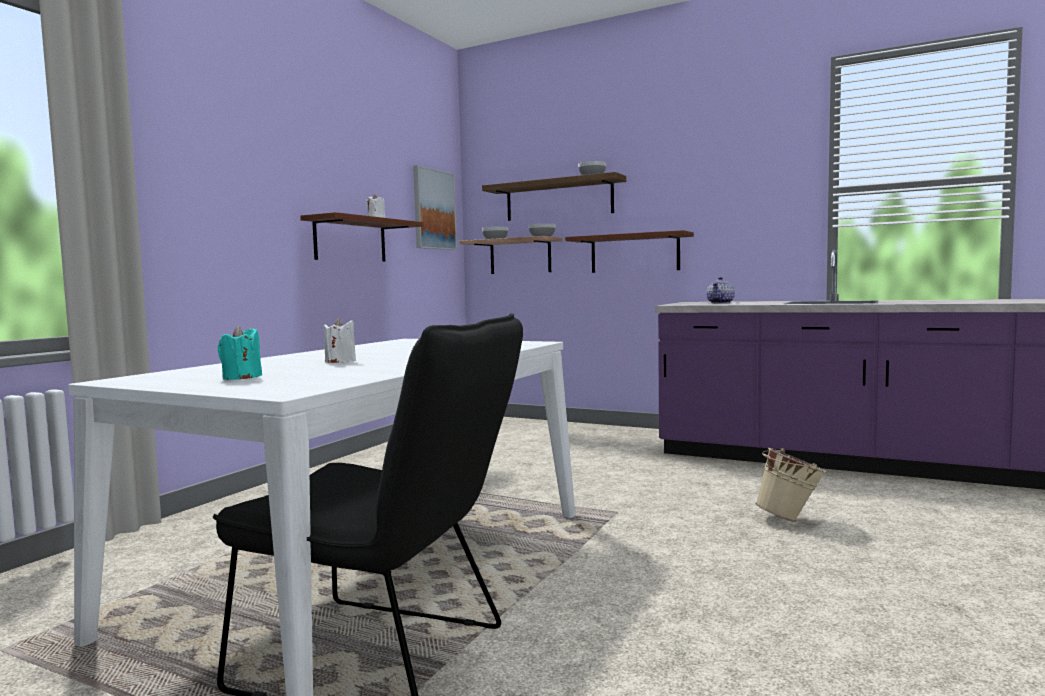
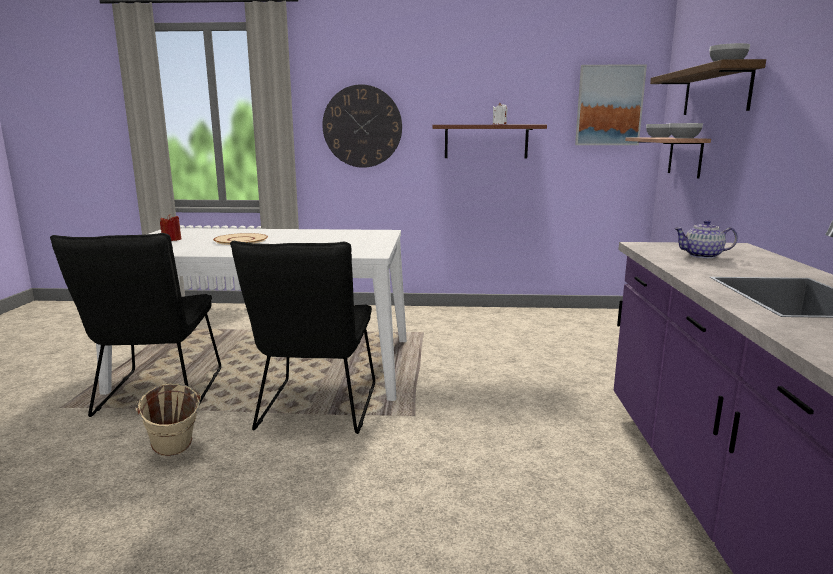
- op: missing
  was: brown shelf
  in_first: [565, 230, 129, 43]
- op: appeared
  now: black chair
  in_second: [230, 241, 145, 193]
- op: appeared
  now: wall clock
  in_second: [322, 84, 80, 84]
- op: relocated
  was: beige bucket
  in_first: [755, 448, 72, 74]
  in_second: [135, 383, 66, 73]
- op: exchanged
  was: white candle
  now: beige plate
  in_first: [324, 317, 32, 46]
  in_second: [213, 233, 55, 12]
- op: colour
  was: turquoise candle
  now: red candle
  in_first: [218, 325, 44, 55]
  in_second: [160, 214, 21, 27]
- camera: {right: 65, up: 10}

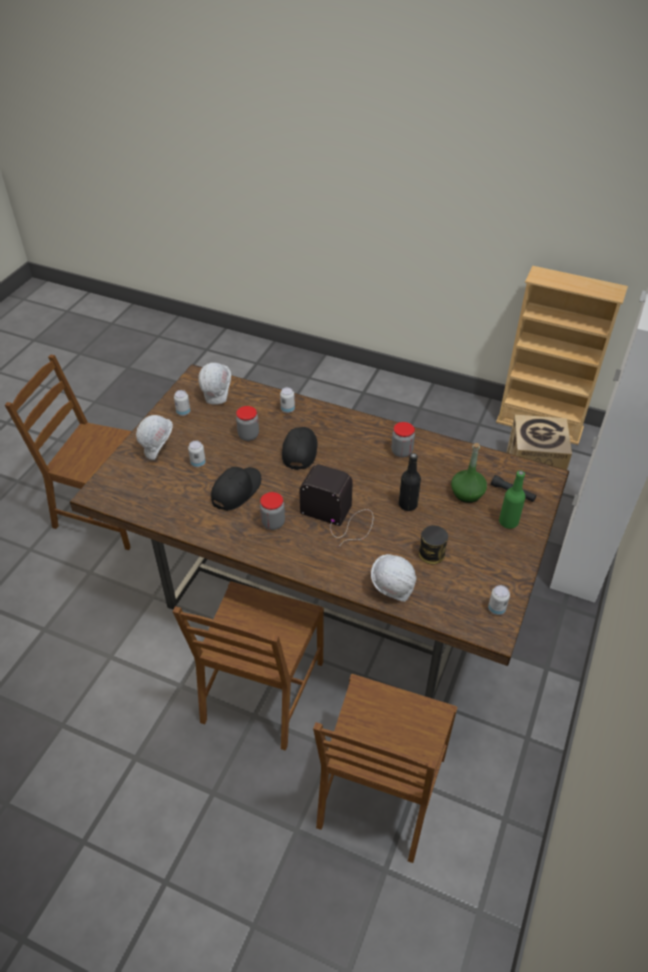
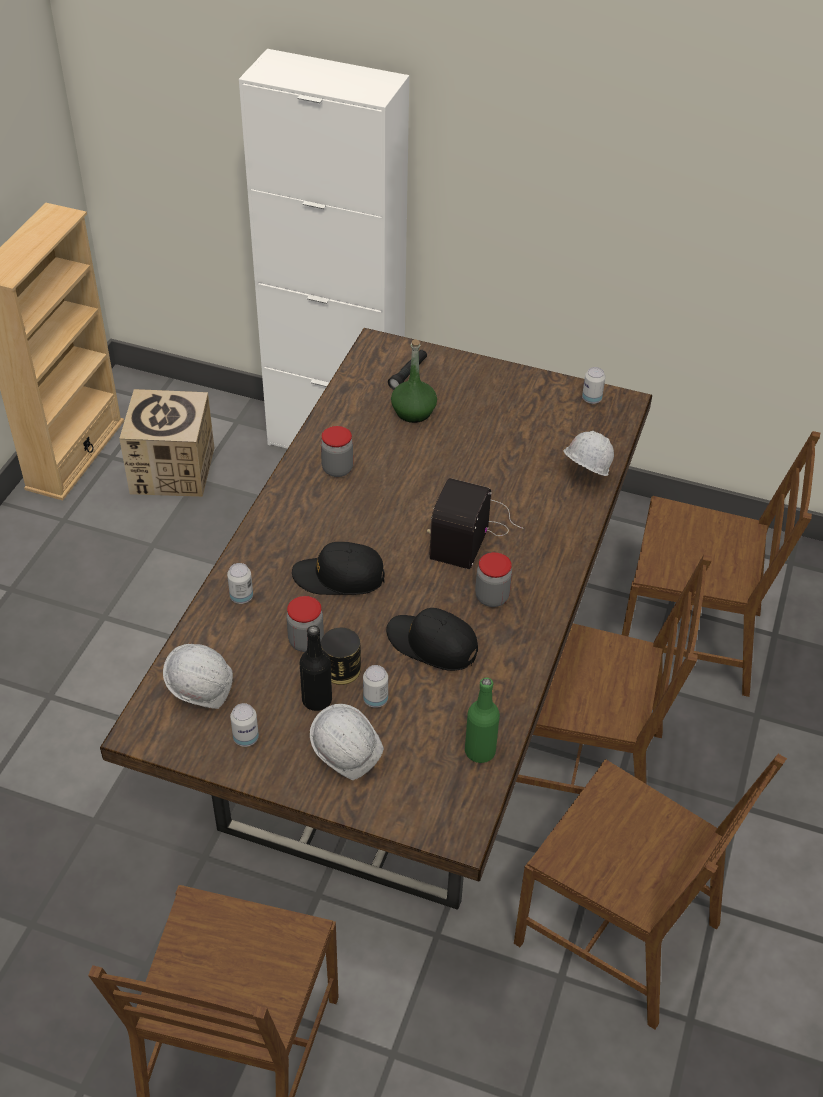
- op: appeared
  now: brown chair
  in_second: [514, 754, 273, 276]
- op: relocated
  was: black bottle
  in_first: [399, 453, 22, 58]
  in_second: [300, 626, 32, 85]
- op: relocated
  was: can
  in_first: [419, 525, 29, 39]
  in_second: [321, 628, 40, 57]
- op: relocated
  was: green bottle
  in_first: [499, 470, 26, 59]
  in_second: [465, 678, 35, 85]
- camera: {right: -95, up: 0}

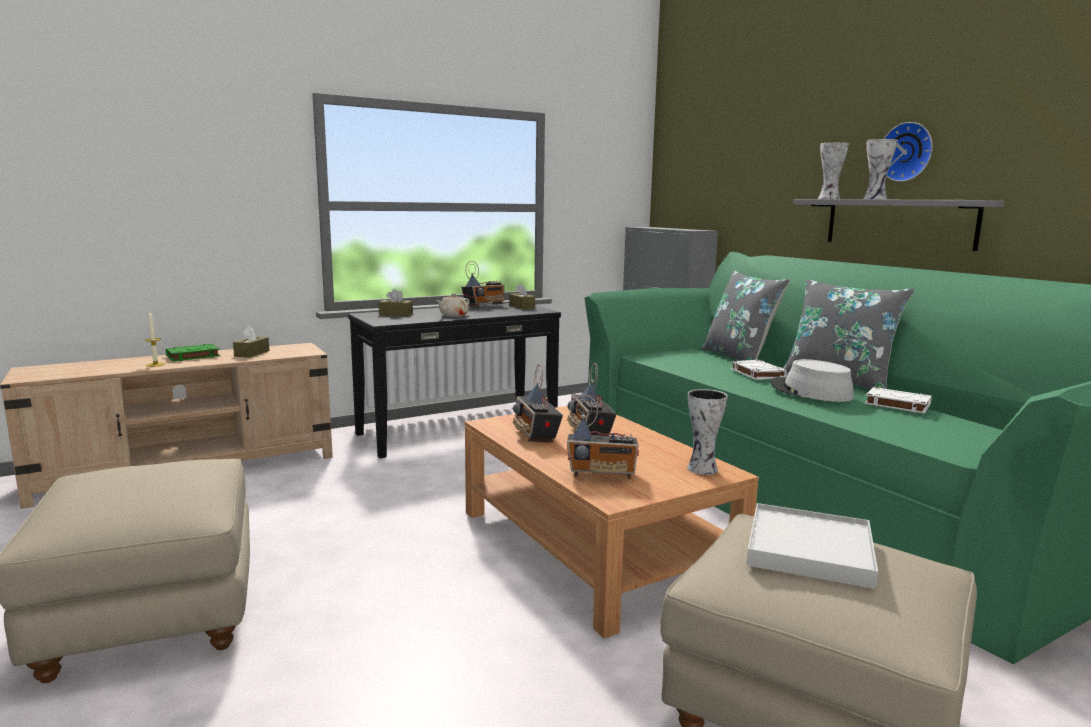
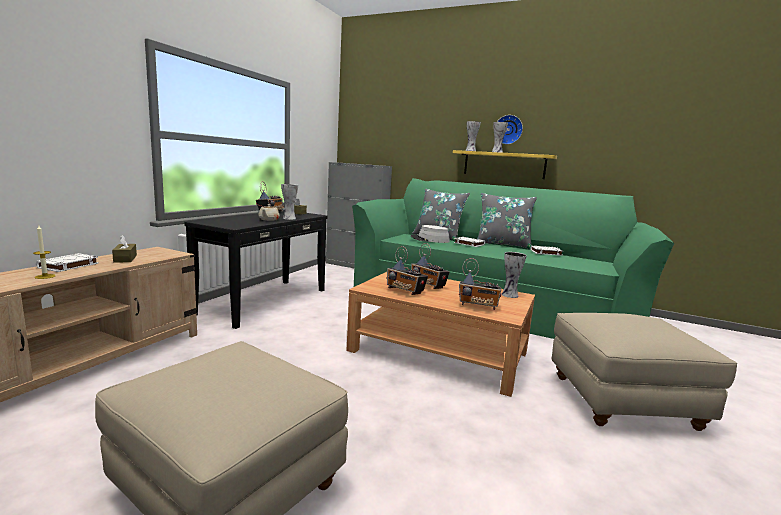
- op: missing
  was: brown tissue box
  in_first: [378, 289, 35, 27]
- op: missing
  was: white tray
  in_first: [747, 503, 131, 86]
- op: appeared
  now: vase
  in_second: [281, 184, 17, 36]
- op: relocated
  was: grey hat
  in_first: [770, 359, 84, 43]
  in_second: [411, 225, 39, 18]
- op: colour
  was: green book
  now: white book
  in_first: [166, 344, 54, 17]
  in_second: [36, 253, 63, 19]
- op: colour
  was: grey shelf
  now: yellow shelf
  in_first: [793, 199, 211, 52]
  in_second: [453, 150, 104, 29]
- op: spun
  was: radio
  in_first: [567, 394, 72, 85]
  in_second: [459, 258, 42, 52]
  clockwise: 45
- camera: {right: -35, up: 0}

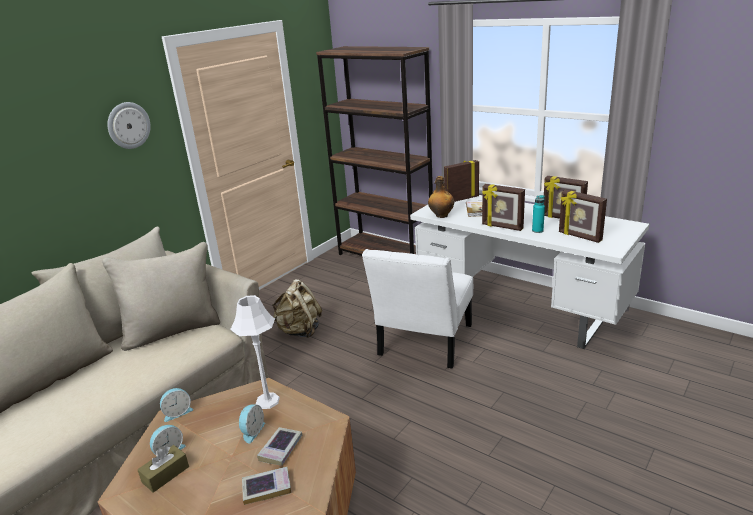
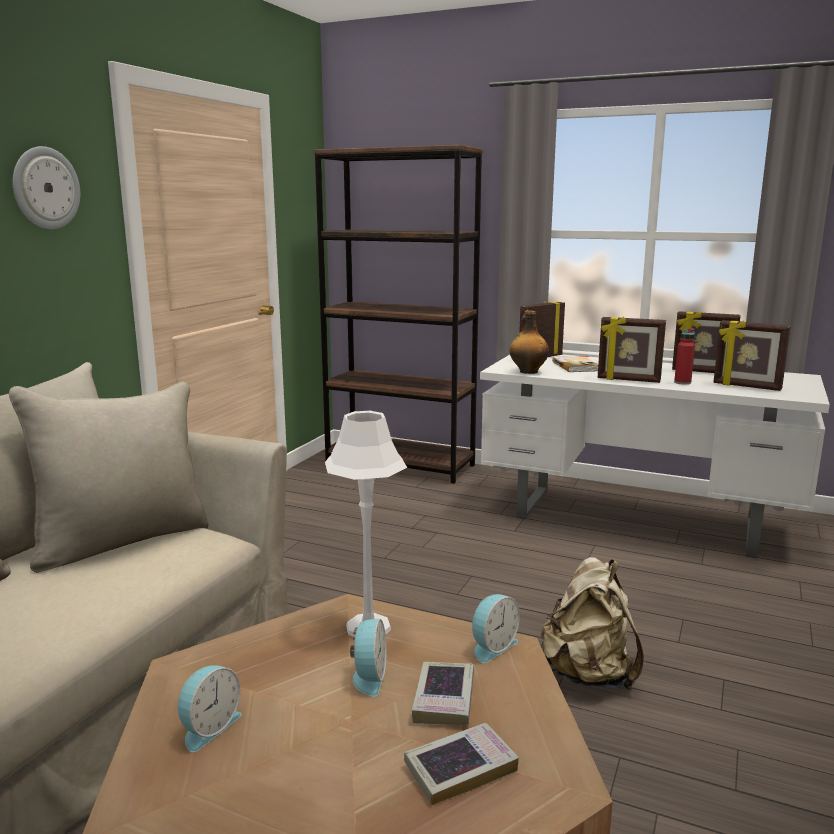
- op: missing
  was: brown tissue box
  in_first: [137, 445, 52, 48]
- op: missing
  was: white chair
  in_first: [362, 249, 111, 119]
- op: relocated
  was: alarm clock
  in_first: [160, 388, 33, 34]
  in_second: [472, 594, 48, 69]
- op: relocated
  was: beige backpack
  in_first: [272, 279, 50, 59]
  in_second: [541, 557, 103, 133]
- op: colour
  was: turquoise bottle
  now: red bottle
  in_first: [532, 195, 13, 38]
  in_second: [674, 329, 21, 56]
- camera: {right: -15, up: -10}

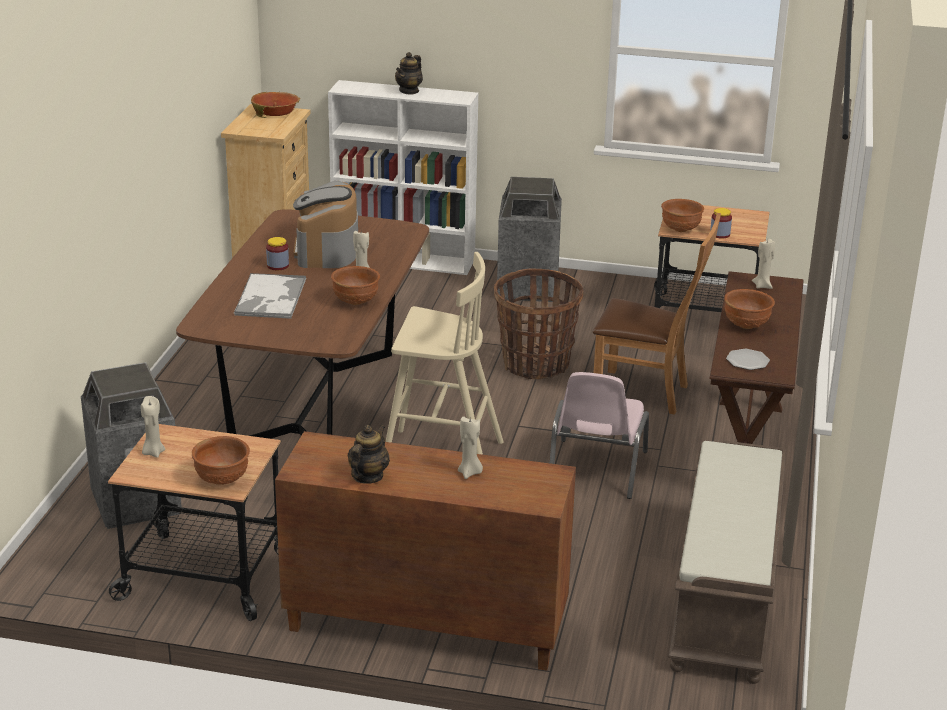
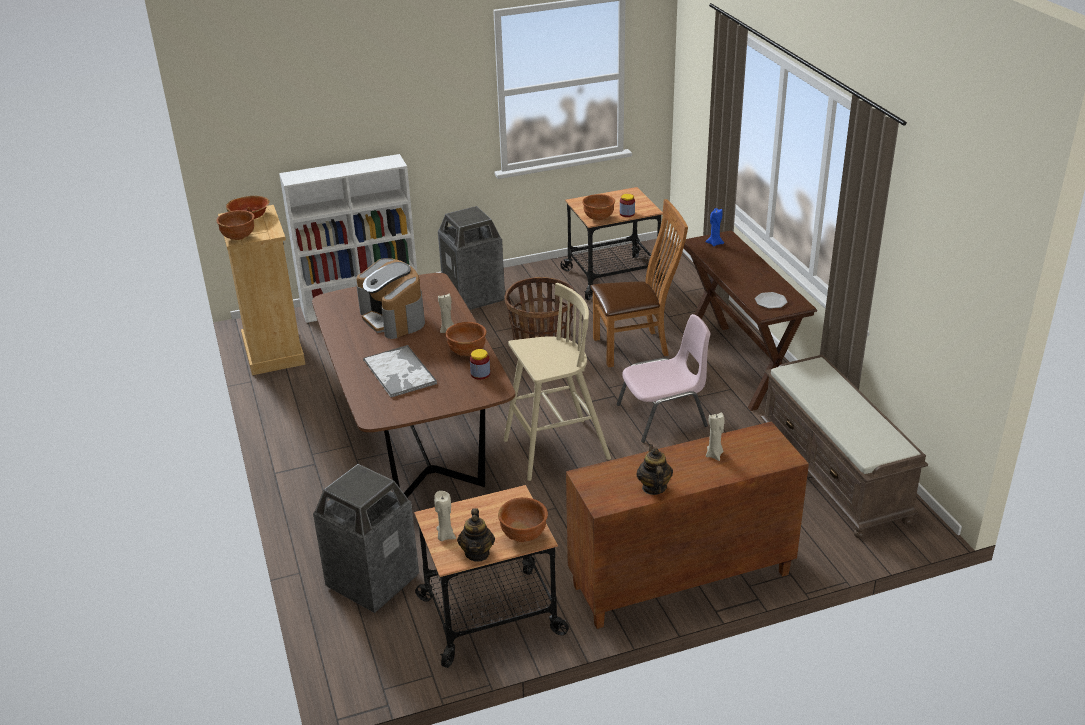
- op: relocated
  was: jar
  in_first: [266, 237, 23, 33]
  in_second: [470, 349, 20, 31]
- op: relocated
  was: teapot
  in_first: [395, 52, 28, 43]
  in_second: [457, 508, 38, 54]
- op: relocated
  was: brown bowl
  in_first: [724, 289, 51, 40]
  in_second: [216, 210, 39, 30]
- op: colour
  was: beige candle
  now: blue candle
  in_first: [752, 239, 23, 50]
  in_second: [705, 208, 19, 39]
- op: spun
  was: pink chair
  in_first: [550, 372, 99, 127]
  in_second: [617, 314, 93, 129]
  clockwise: -90
- camera: {right: -30, up: 5}

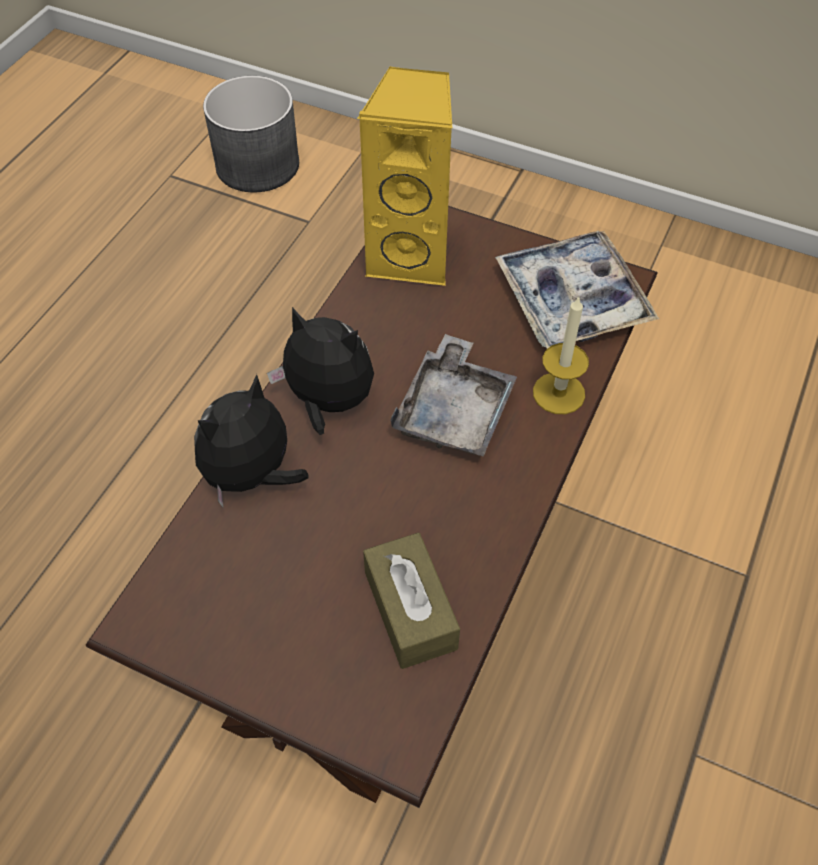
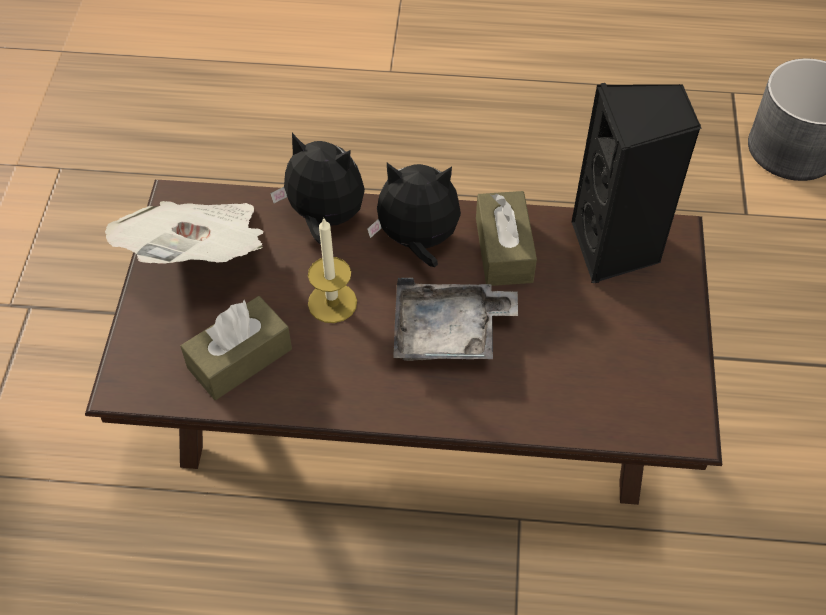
- op: missing
  was: tray
  in_first: [495, 231, 164, 118]
- op: appeared
  now: newspaper
  in_second: [105, 201, 159, 63]
- op: appeared
  now: brown tissue box
  in_second: [476, 191, 61, 95]
- op: relocated
  was: candle
  in_first: [533, 296, 56, 118]
  in_second: [308, 217, 49, 106]
- op: colour
  was: yellow speaker
  now: black speaker
  in_first: [357, 66, 95, 220]
  in_second: [571, 83, 131, 200]
- op: spun
  was: plush toy
  in_first: [267, 307, 107, 128]
  in_second: [367, 163, 94, 104]
  clockwise: -90
- camera: {right: 70, up: 0}

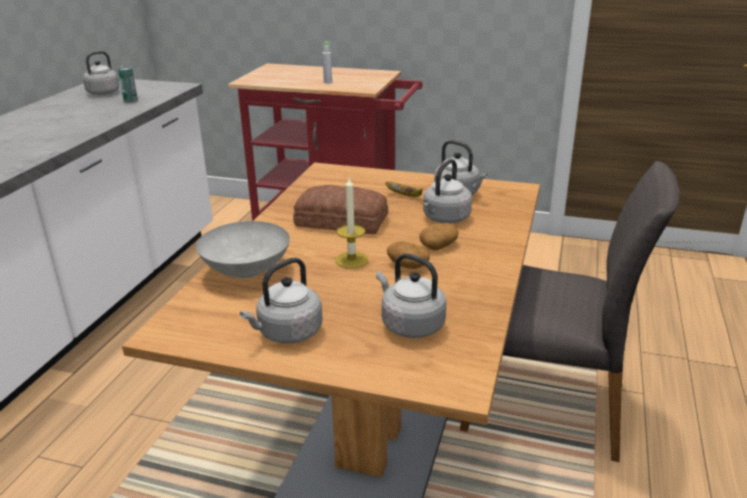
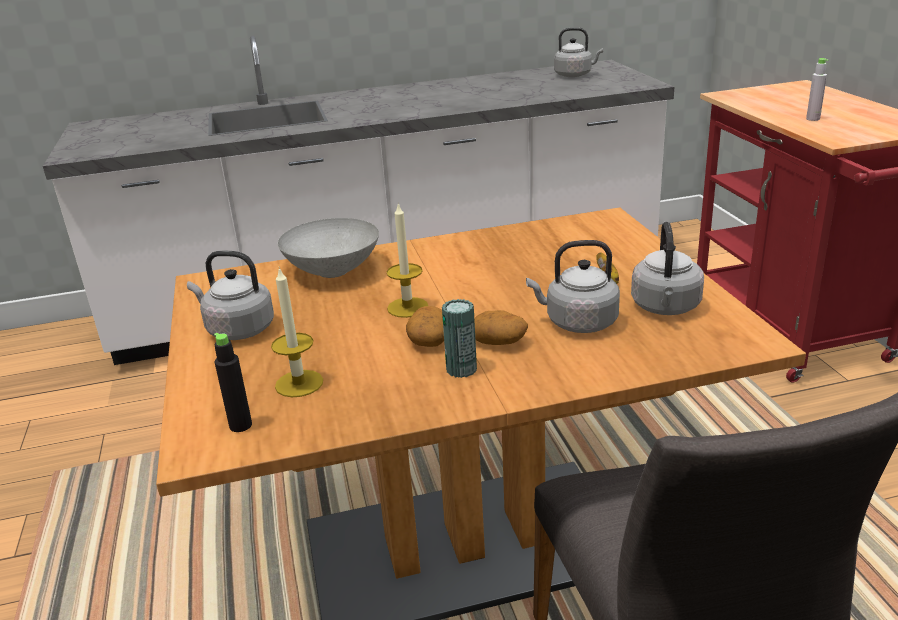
- op: missing
  was: bread
  in_first: [293, 185, 95, 49]
- op: appeared
  now: black bottle
  in_second: [214, 333, 38, 99]
- op: relocated
  was: can
  in_first: [118, 67, 20, 36]
  in_second: [442, 299, 35, 79]
- op: exchanged
  was: grey kettle
  now: candle
  in_first: [376, 253, 70, 85]
  in_second: [271, 267, 52, 130]
- camera: {right: 60, up: 0}

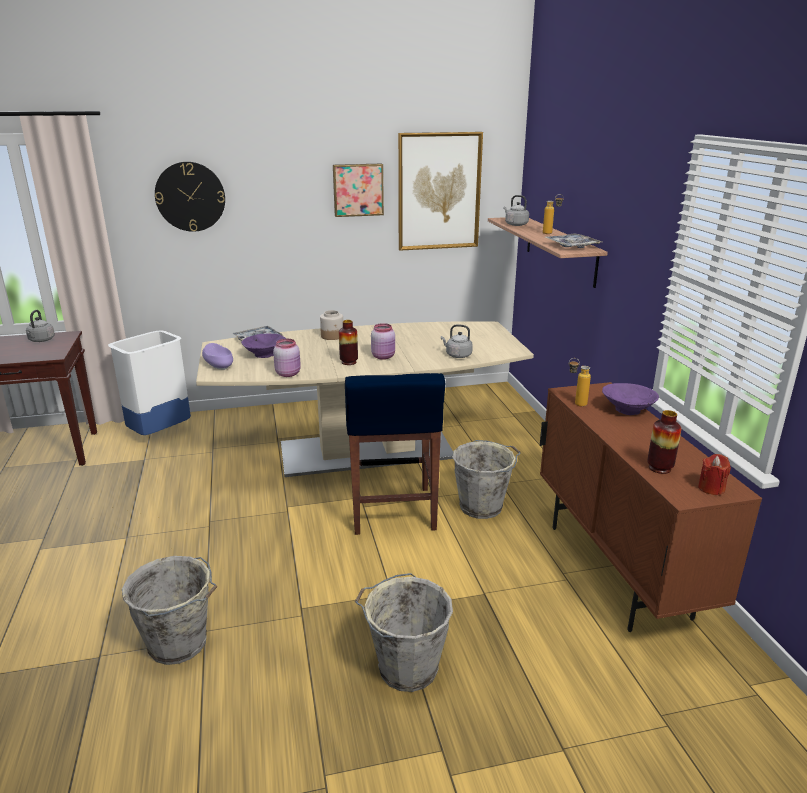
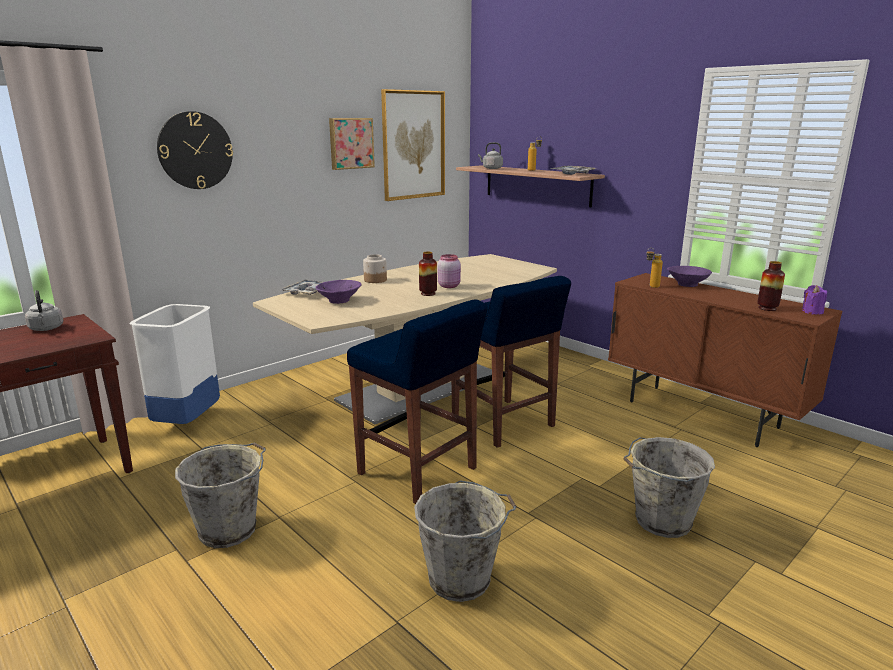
- op: missing
  was: purple bowl
  in_first: [202, 343, 31, 27]
- op: missing
  was: pink jar
  in_first: [273, 339, 28, 38]
- op: missing
  was: grey kettle
  in_first: [441, 324, 32, 34]
- op: appeared
  now: blue stool
  in_second: [347, 300, 141, 204]
- op: relocated
  was: grey bucket
  in_first: [452, 440, 69, 79]
  in_second: [175, 442, 91, 106]
- op: colour
  was: red candle
  now: purple candle
  in_first: [698, 454, 33, 42]
  in_second: [802, 285, 25, 30]
- camera: {right: -30, up: -5}

